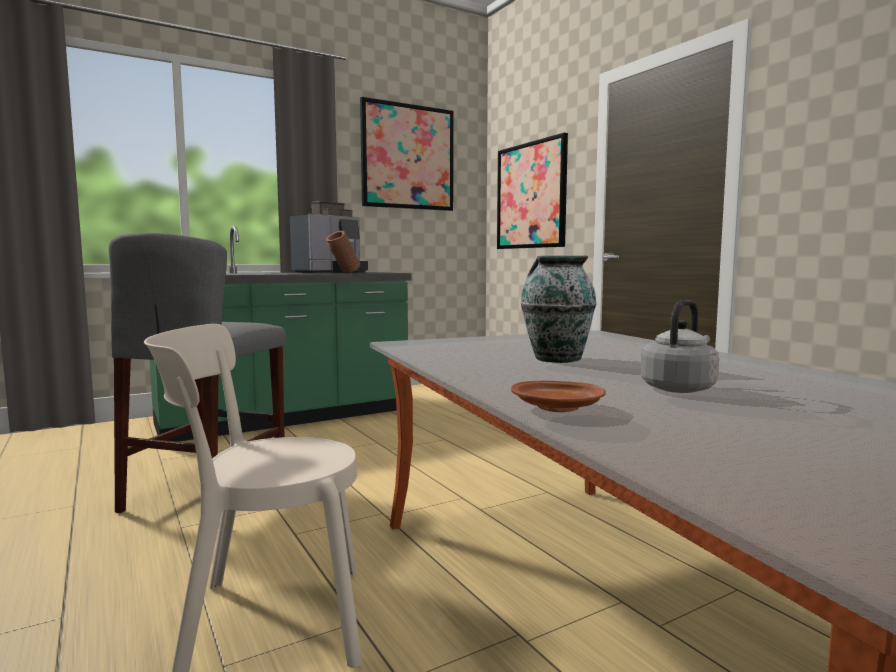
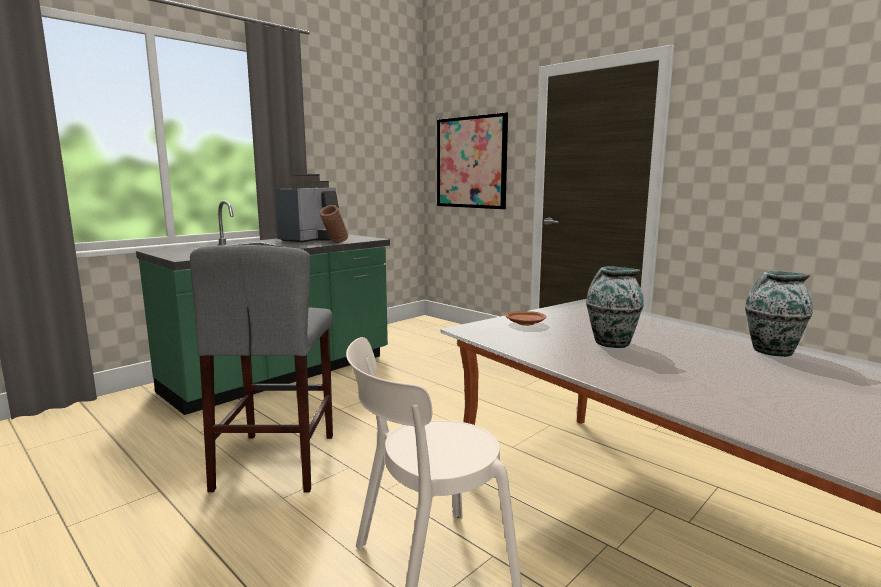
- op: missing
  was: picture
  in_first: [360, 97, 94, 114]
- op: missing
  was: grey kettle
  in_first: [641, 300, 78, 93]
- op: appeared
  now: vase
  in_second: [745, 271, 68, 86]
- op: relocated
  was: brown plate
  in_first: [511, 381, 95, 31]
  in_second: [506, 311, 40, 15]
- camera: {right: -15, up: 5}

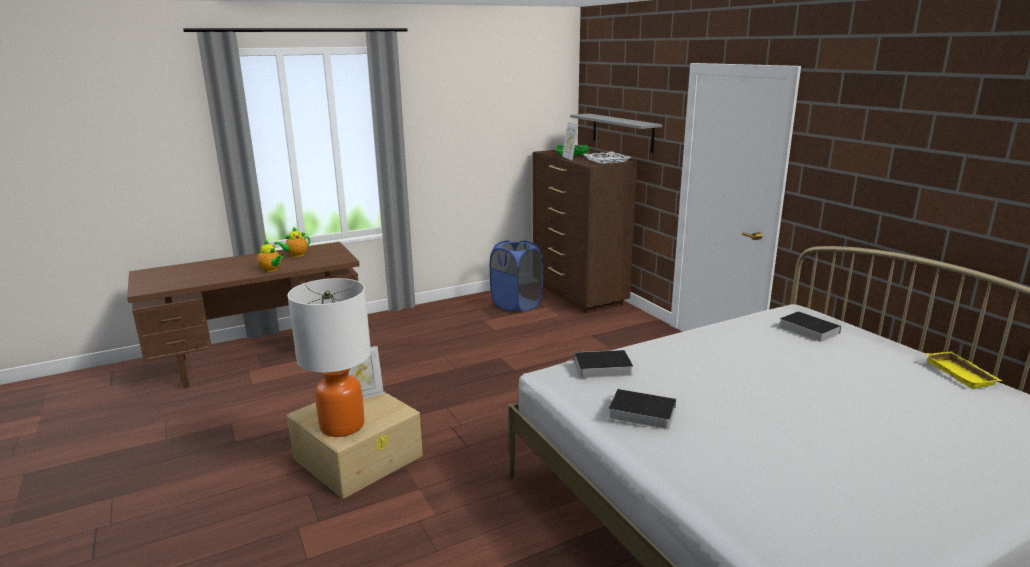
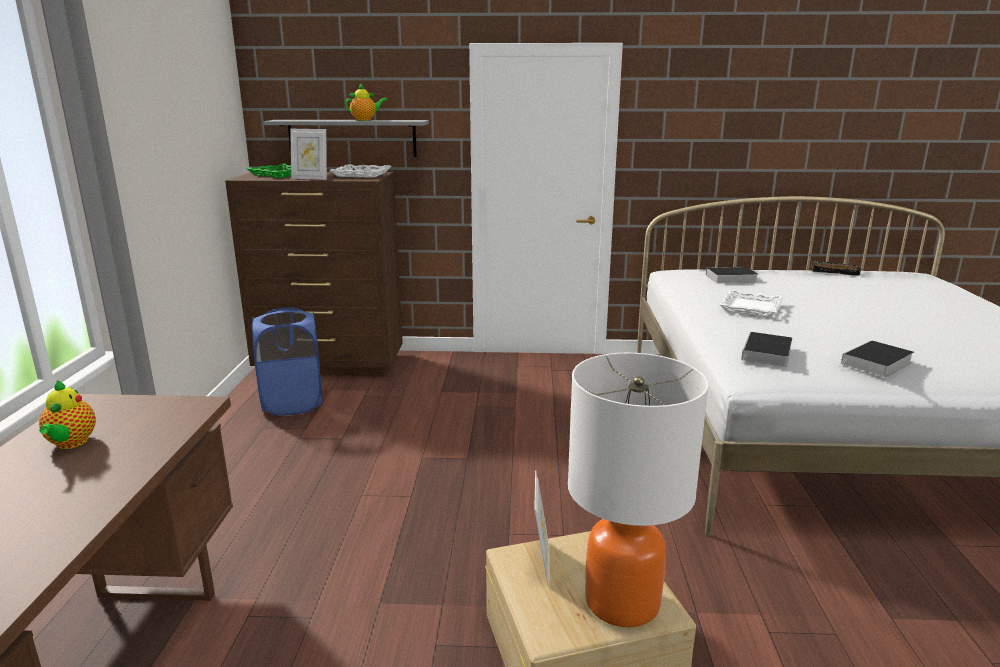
- op: appeared
  now: white tray
  in_second: [719, 289, 65, 28]
- op: relocated
  was: teapot
  in_first: [257, 240, 27, 32]
  in_second: [345, 84, 43, 37]
- op: colour
  was: yellow tray
  now: black tray
  in_first: [925, 351, 77, 38]
  in_second: [810, 261, 52, 15]
- camera: {right: -60, up: 0}

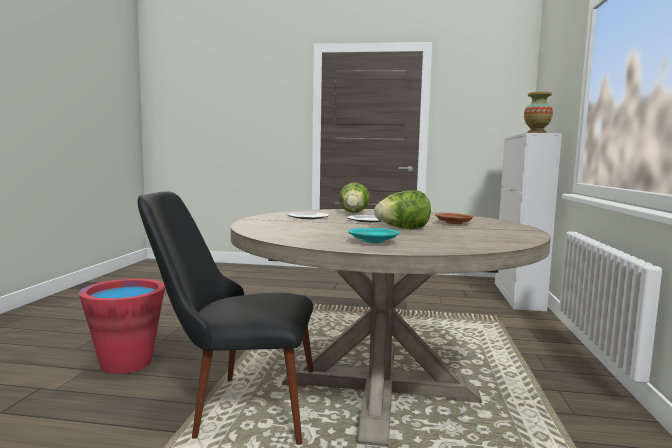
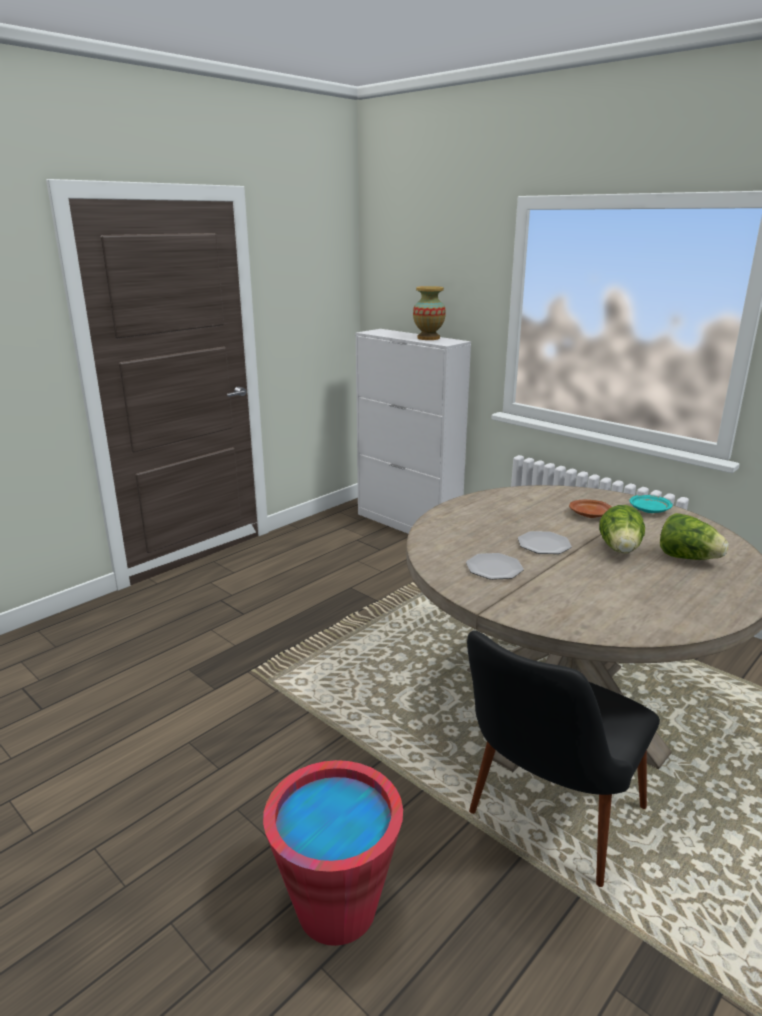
- op: relocated
  was: lettuce
  in_first: [339, 183, 31, 30]
  in_second: [660, 513, 69, 47]
- op: relocated
  was: turquoise plate
  in_first: [348, 228, 52, 15]
  in_second: [630, 495, 43, 18]
- camera: {right: -55, up: 15}

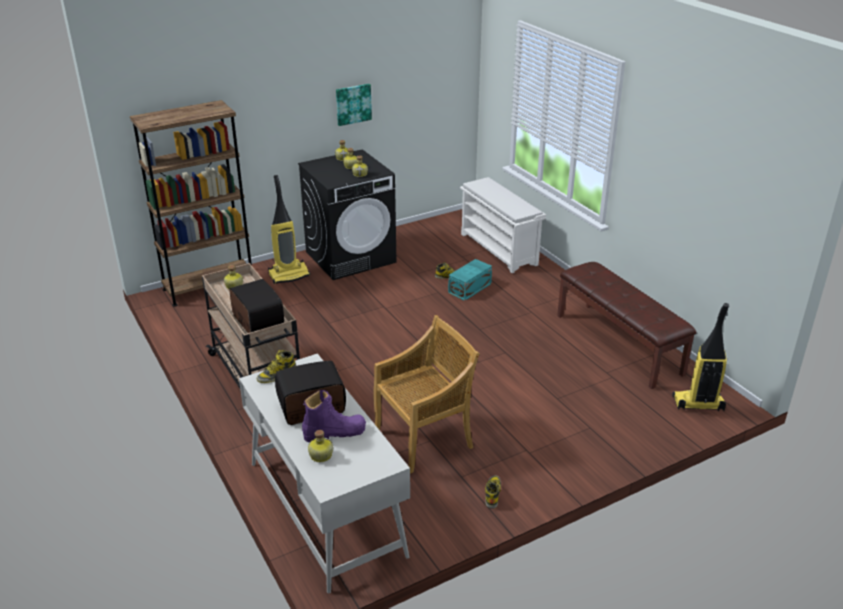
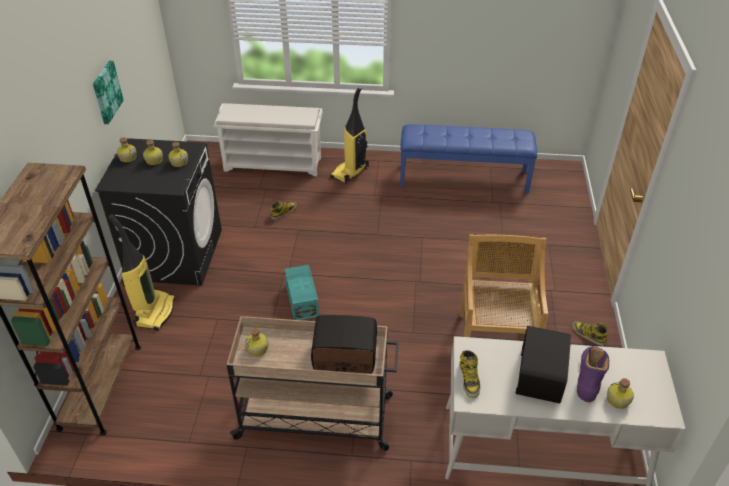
- op: relocated
  was: turquoise storage box
  in_first: [448, 259, 44, 42]
  in_second: [285, 265, 34, 55]
- op: relocated
  was: vacuum cleaner
  in_first: [672, 303, 57, 108]
  in_second: [330, 87, 39, 97]
- op: colour
  was: brown bench
  now: blue bench
  in_first: [557, 262, 139, 127]
  in_second: [400, 124, 137, 69]
- camera: {right: -55, up: 10}

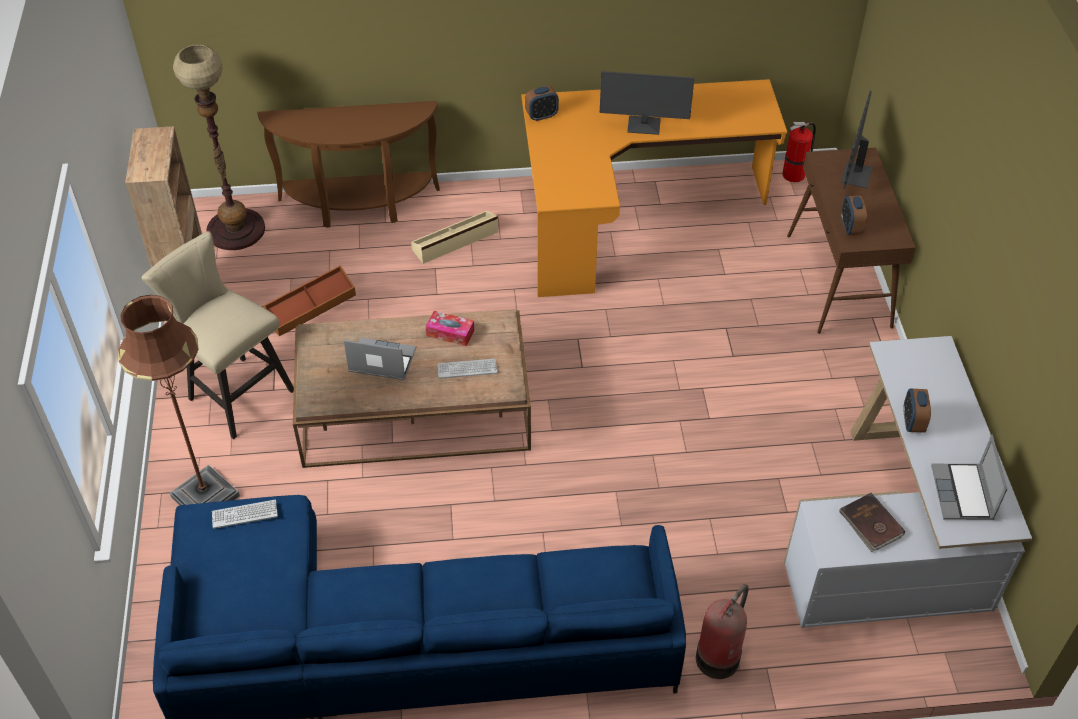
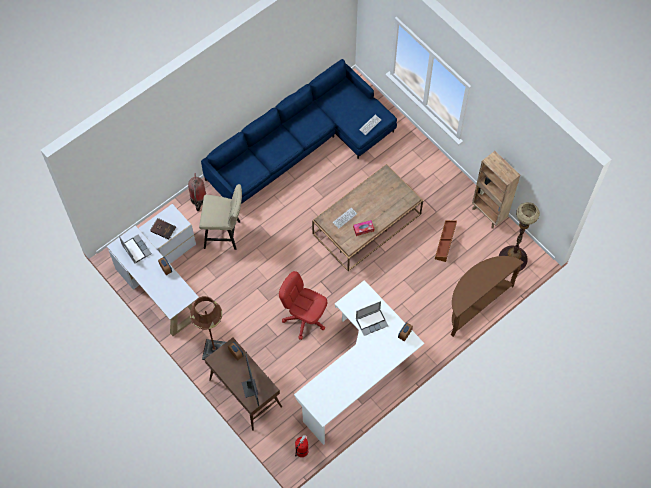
- op: missing
  was: beige storage box
  in_first: [411, 211, 87, 53]
- op: missing
  was: monitor
  in_first: [600, 71, 94, 64]
- op: appeared
  now: red office chair
  in_second: [279, 271, 48, 69]
- op: relocated
  was: brown floor lamp
  in_first: [118, 295, 122, 210]
  in_second: [190, 296, 36, 64]
- op: relocated
  was: beige stool
  in_first: [142, 231, 152, 208]
  in_second: [199, 184, 43, 66]
- op: relocated
  was: laptop
  in_first: [344, 338, 72, 42]
  in_second: [356, 301, 32, 35]
- op: colour
  was: orange desk
  now: white desk
  in_first: [521, 79, 266, 218]
  in_second: [294, 280, 130, 165]
- camera: {right: 145, up: 15}

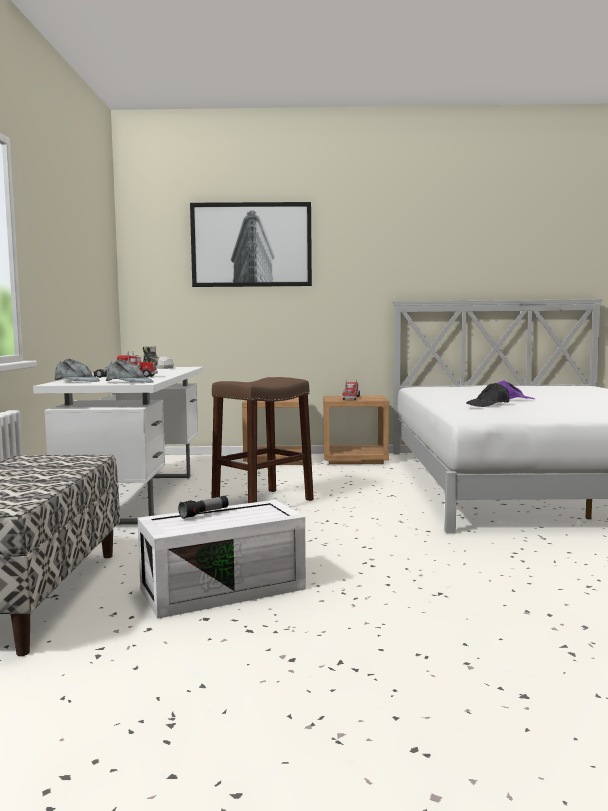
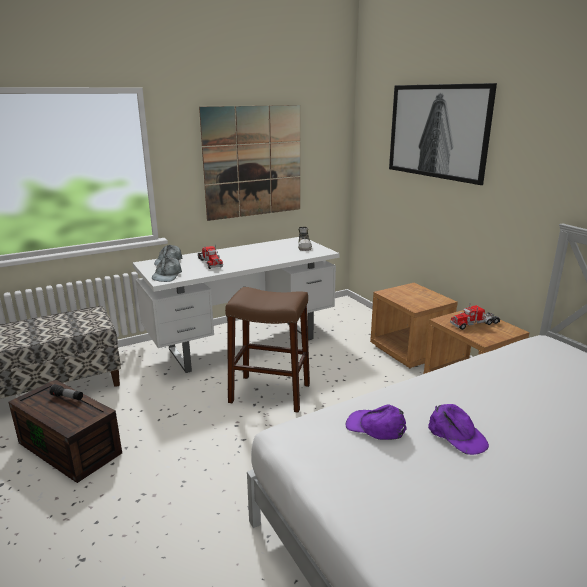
- op: appeared
  now: picture
  in_second: [199, 105, 101, 116]
- op: colour
  was: white storage box
  now: brown storage box
  in_first: [138, 500, 168, 119]
  in_second: [8, 380, 114, 103]
- op: colour
  was: black cap
  now: purple cap
  in_first: [466, 383, 43, 24]
  in_second: [346, 404, 61, 36]
- camera: {right: 60, up: 15}

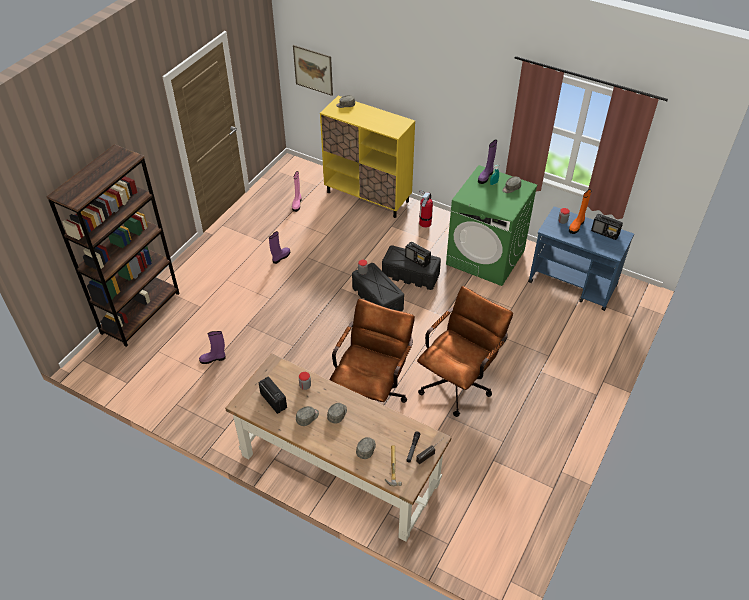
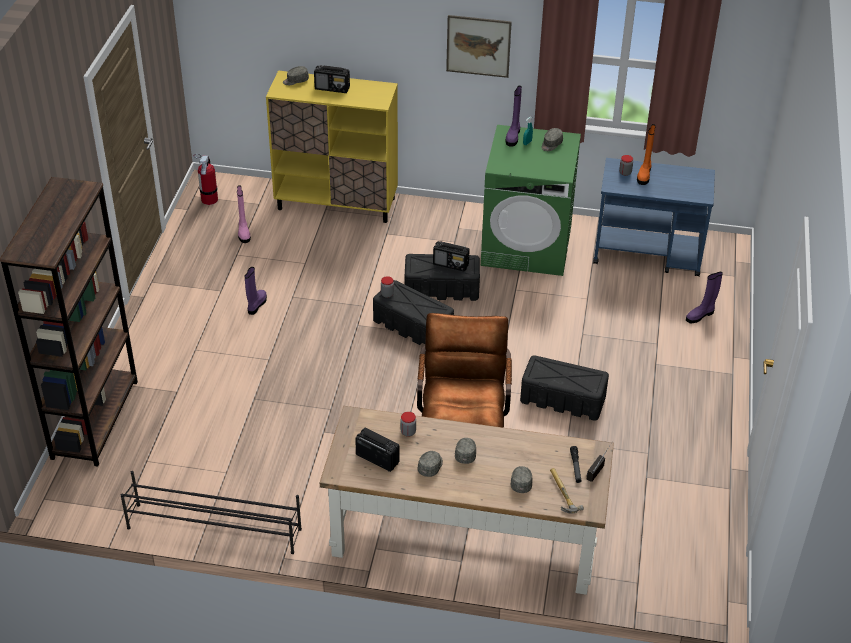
- op: appeared
  now: black shoe rack
  in_second: [121, 471, 181, 83]
- op: relocated
  was: purple boot
  in_first: [199, 331, 27, 33]
  in_second: [686, 272, 37, 51]
- op: relocated
  was: picture
  in_first: [293, 45, 40, 51]
  in_second: [446, 15, 66, 63]
- op: relocated
  was: fire extinguisher
  in_first: [419, 190, 14, 38]
  in_second: [194, 154, 24, 51]
- op: relocated
  was: radio
  in_first: [591, 214, 32, 26]
  in_second: [314, 65, 36, 28]
- op: exchanged
  was: brown office chair
  now: black storage box
  in_first: [417, 286, 96, 131]
  in_second: [520, 355, 89, 66]
- camera: {right: -20, up: -5}

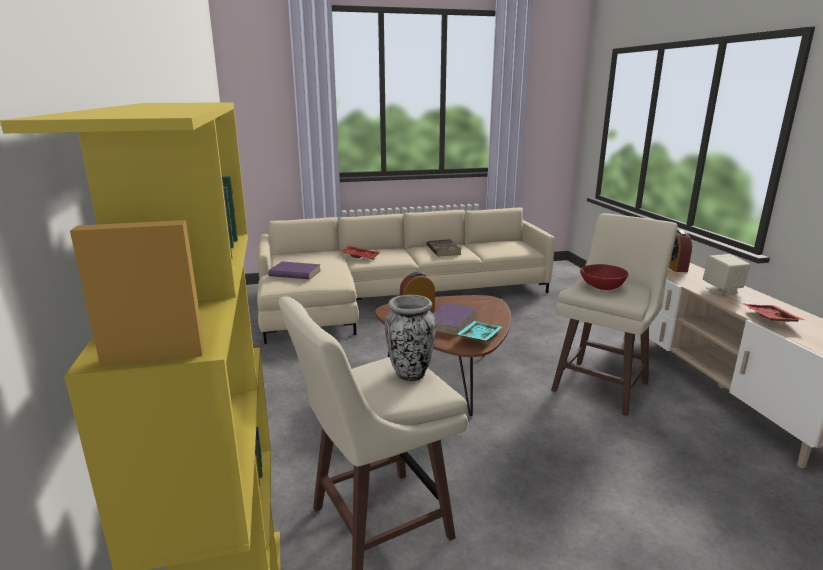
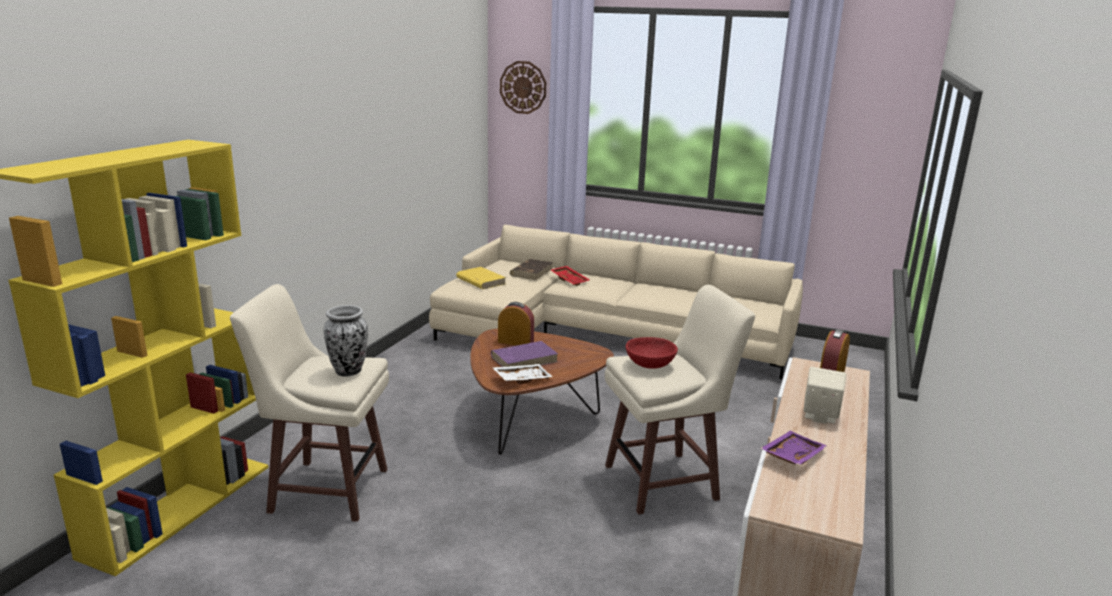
- op: appeared
  now: wall clock
  in_second: [500, 61, 46, 53]
- op: relocated
  was: brown book
  in_first: [426, 239, 35, 17]
  in_second: [510, 259, 43, 21]
- op: colour
  was: purple book
  now: yellow book
  in_first: [268, 261, 53, 18]
  in_second: [456, 267, 50, 22]
- op: colour
  was: turquoise tray
  now: white tray
  in_first: [457, 321, 45, 21]
  in_second: [492, 364, 61, 20]
- op: colour
  was: red tray
  now: purple tray
  in_first: [742, 303, 62, 19]
  in_second: [760, 430, 67, 35]
- camera: {right: 35, up: 0}

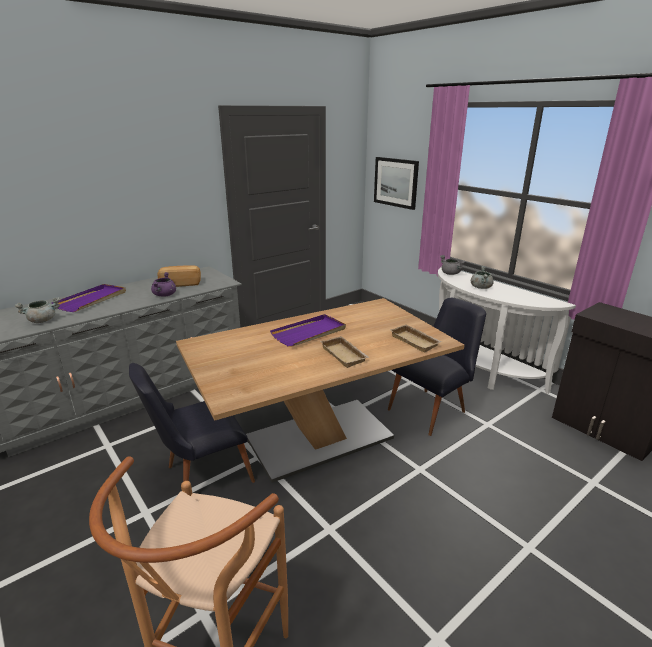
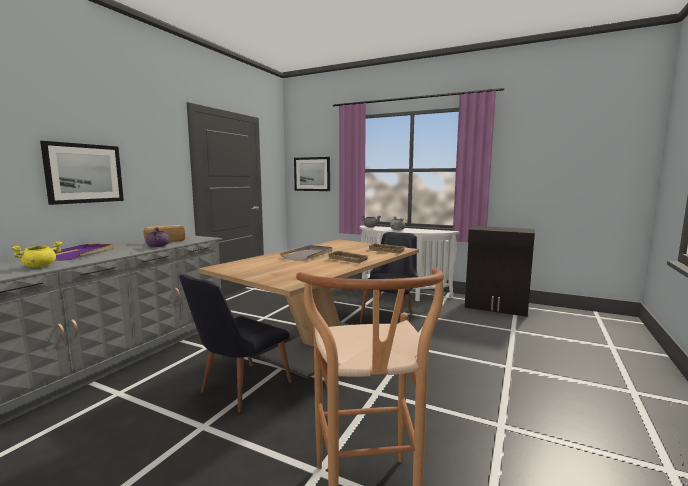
- op: appeared
  now: picture
  in_second: [40, 141, 84, 64]
- op: colour
  was: grey cooking pot
  now: yellow cooking pot
  in_first: [15, 297, 45, 26]
  in_second: [11, 241, 51, 27]
- op: colour
  was: purple tray
  now: grey tray
  in_first: [270, 314, 76, 33]
  in_second: [280, 245, 52, 16]
- camera: {right: -25, up: -15}

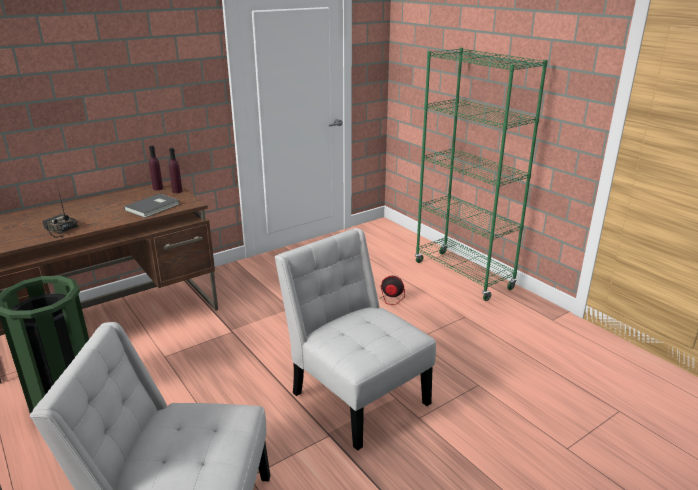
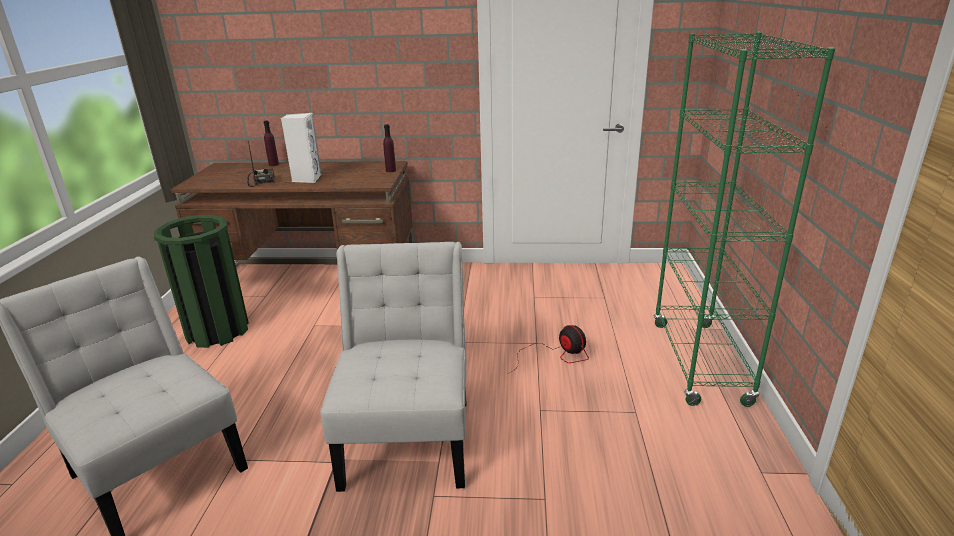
- op: missing
  was: grey book
  in_first: [124, 194, 56, 24]
- op: appeared
  now: white speaker
  in_second: [281, 113, 41, 70]
- op: relocated
  was: purple bottle
  in_first: [149, 146, 14, 44]
  in_second: [263, 121, 16, 45]
- camera: {right: 40, up: 0}

